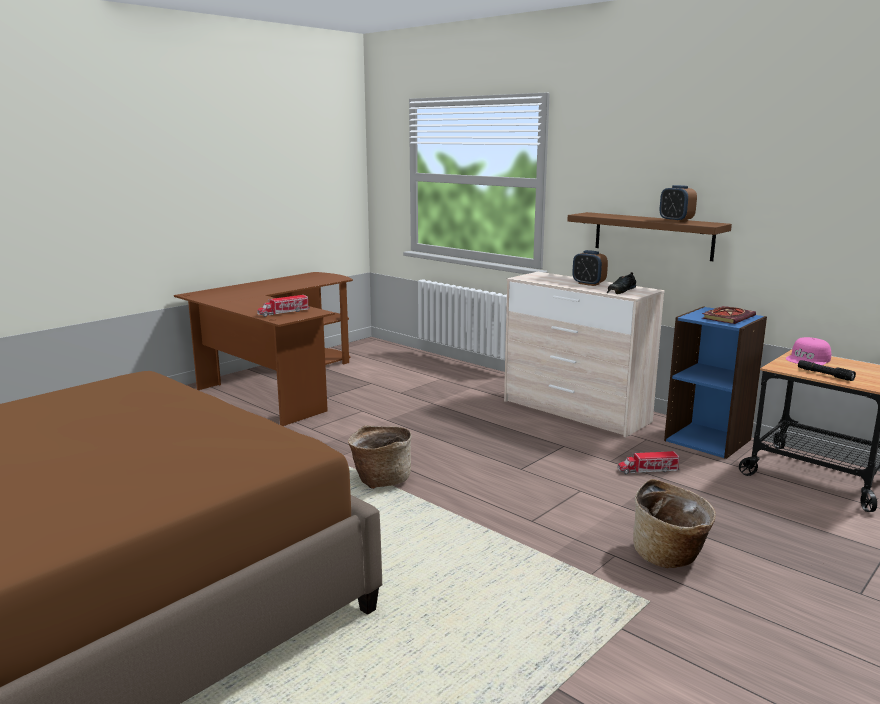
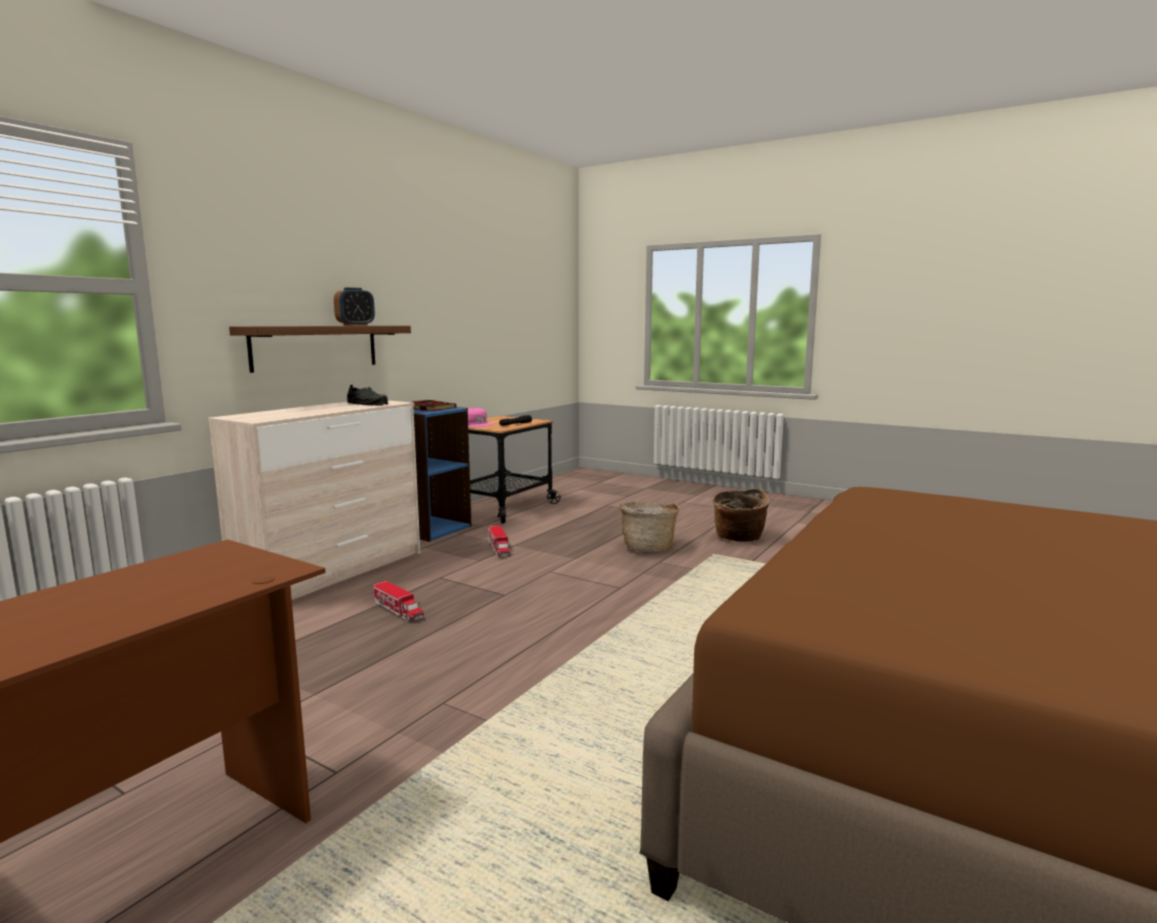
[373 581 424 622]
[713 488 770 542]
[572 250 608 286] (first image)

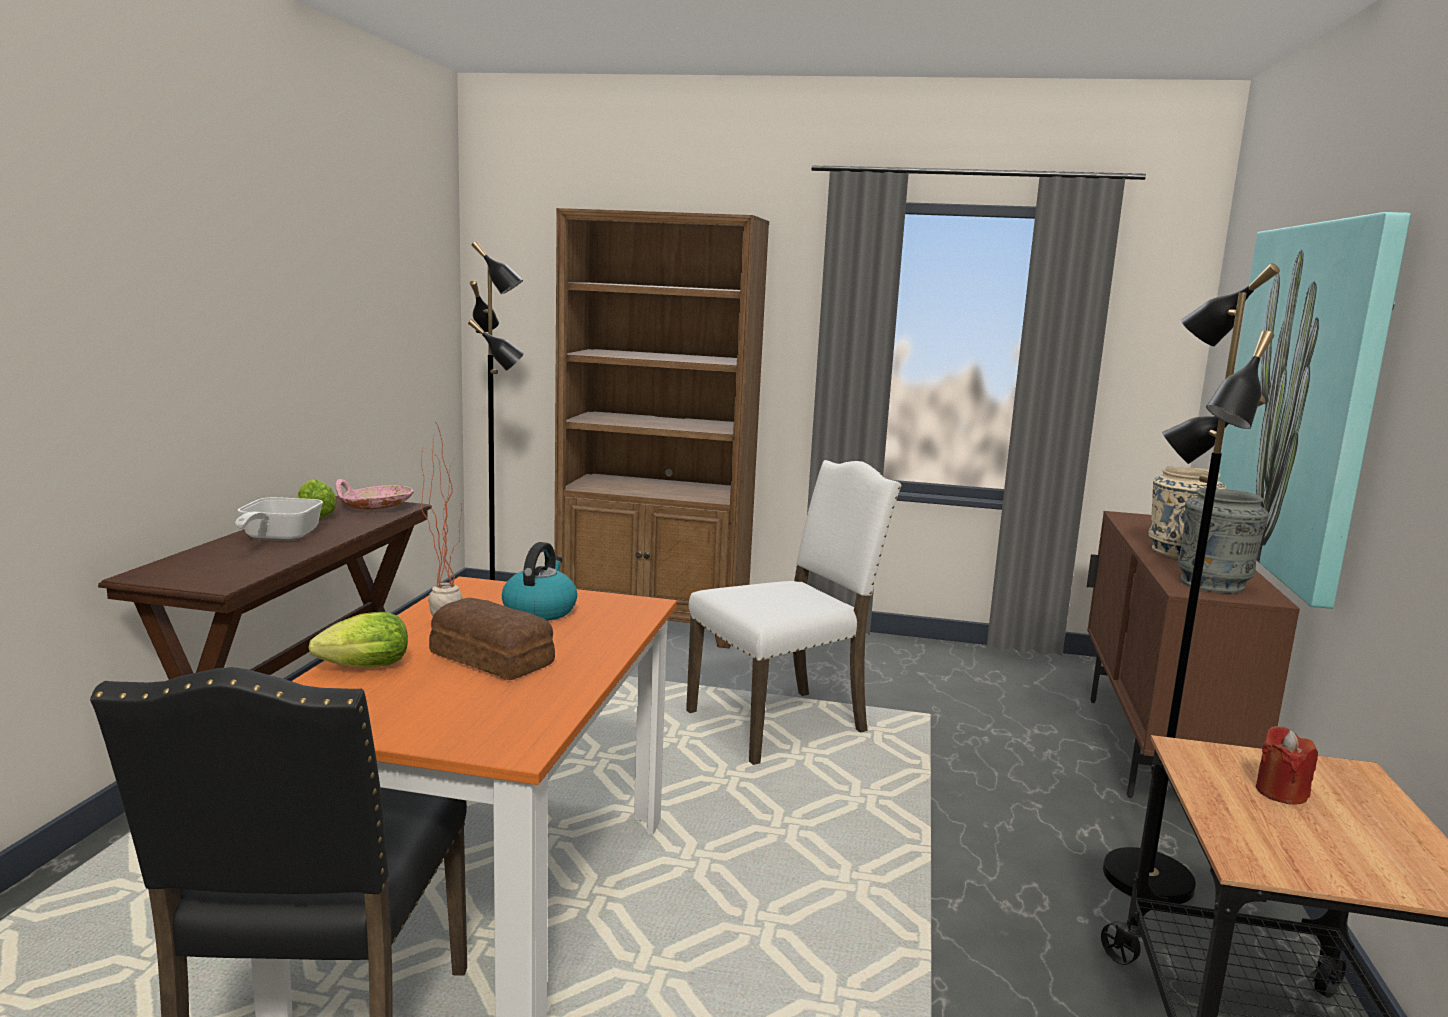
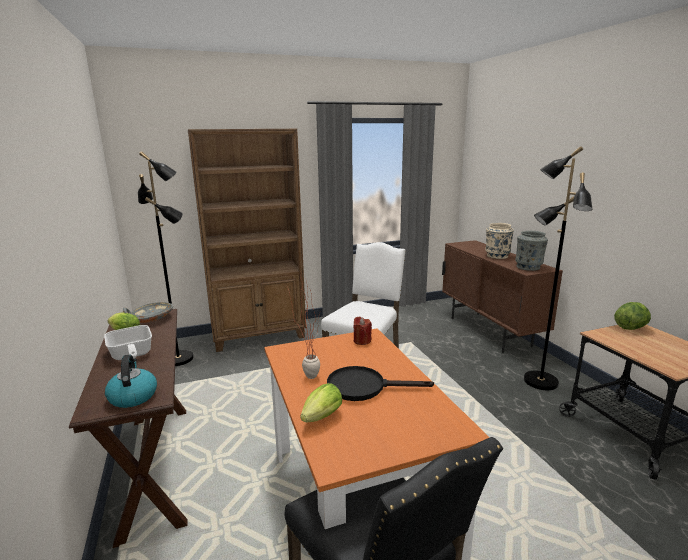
[123 302 173 323]
[327 366 434 401]
[105 354 157 408]
[1218 212 1411 609] (first image)
[353 317 372 345]
[614 302 651 330]

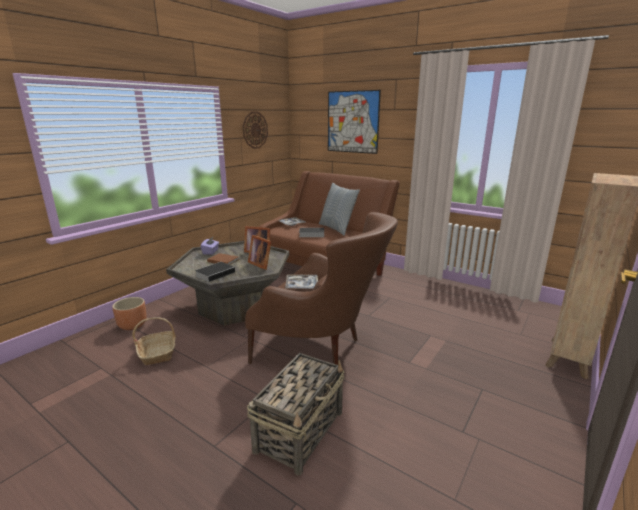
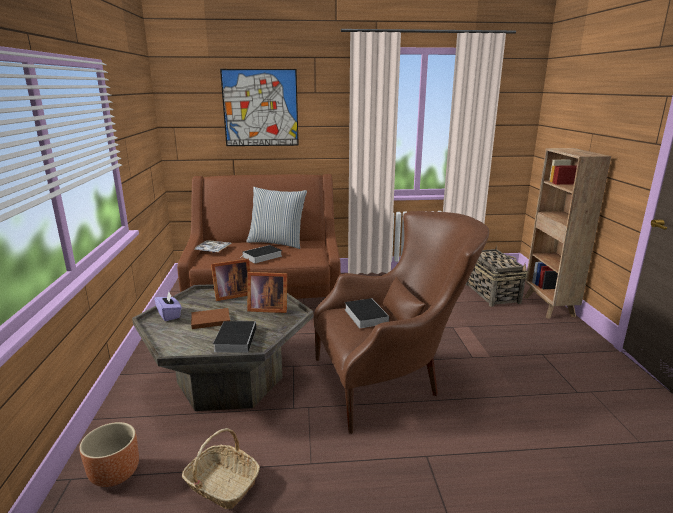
[243 112 268 149] (first image)
[466 245 529 307]
[345 298 389 328]

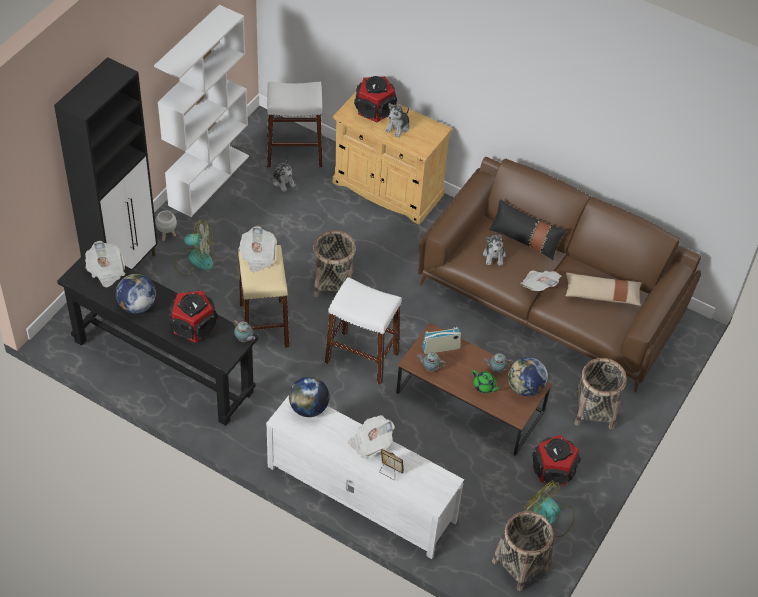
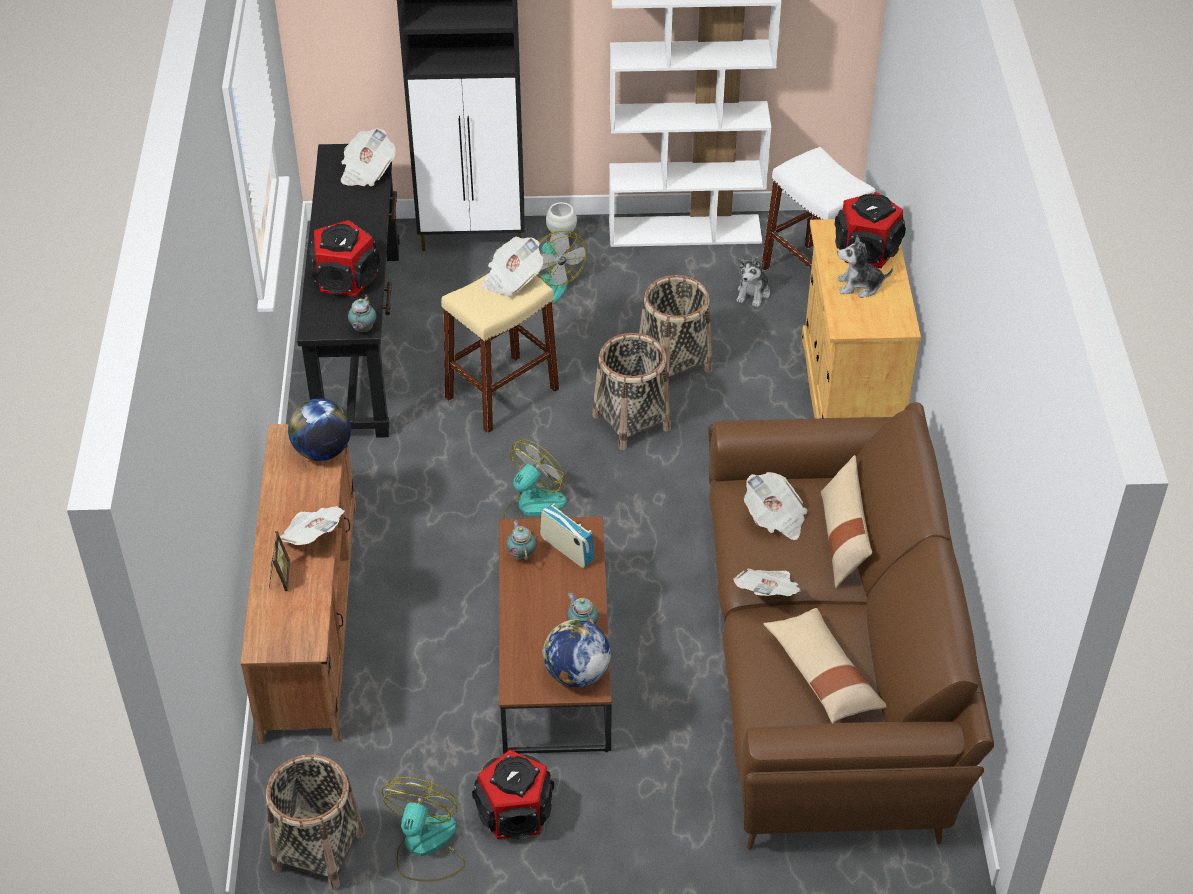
[116 274 156 314] (first image)
[241 424 356 744]
[503 439 567 519]
[472 370 501 393] (first image)
[744 472 808 540]
[821 455 872 588]
[639 275 712 386]

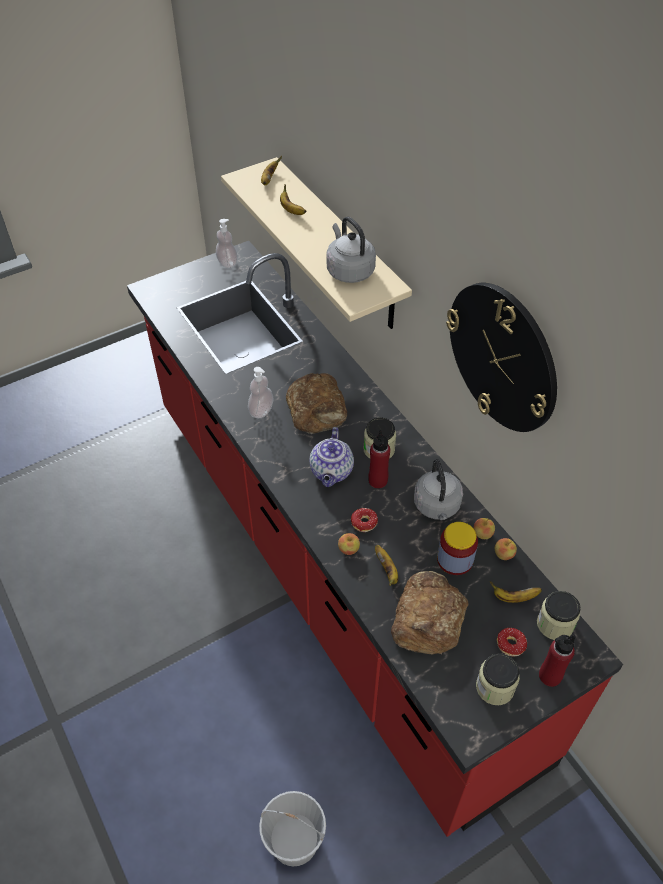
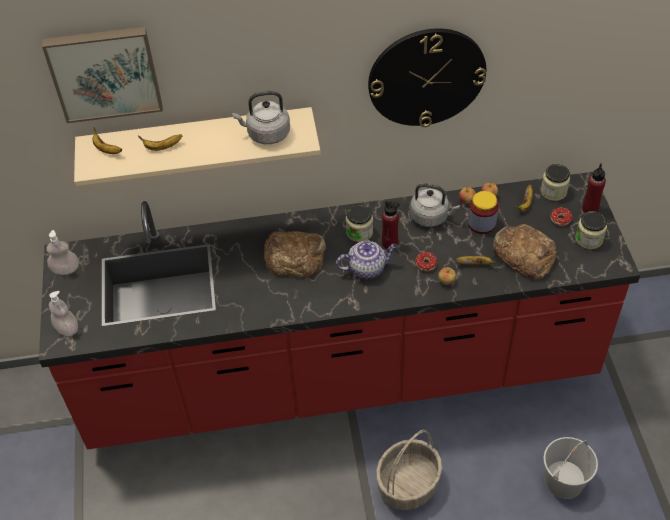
[49 291 78 336]
[336 240 397 279]
[42 27 163 123]
[376 429 442 510]

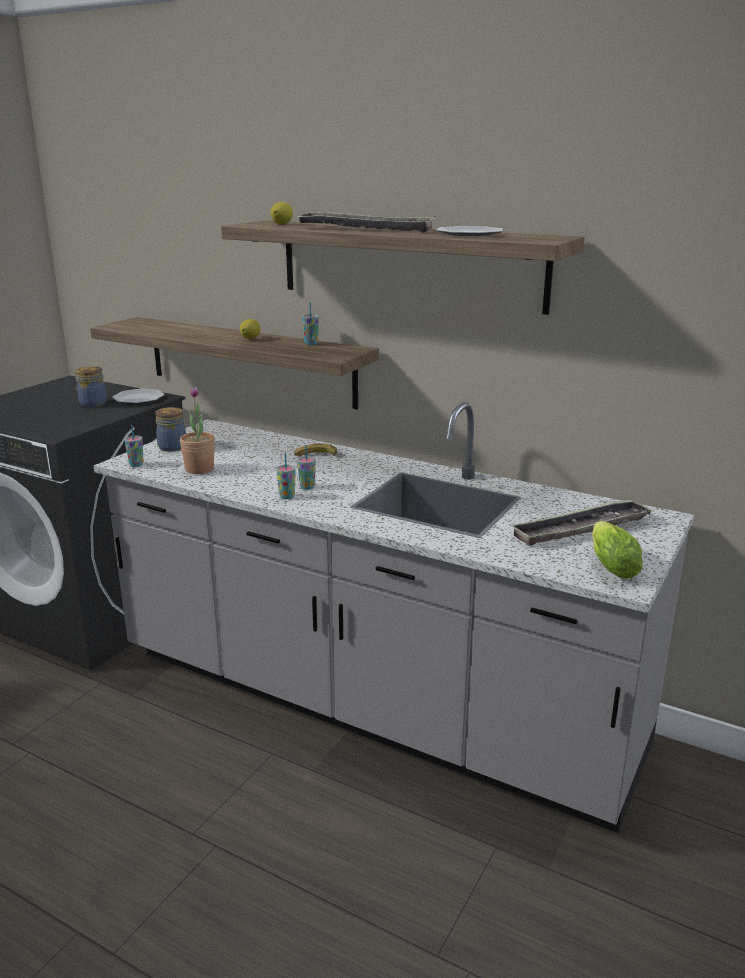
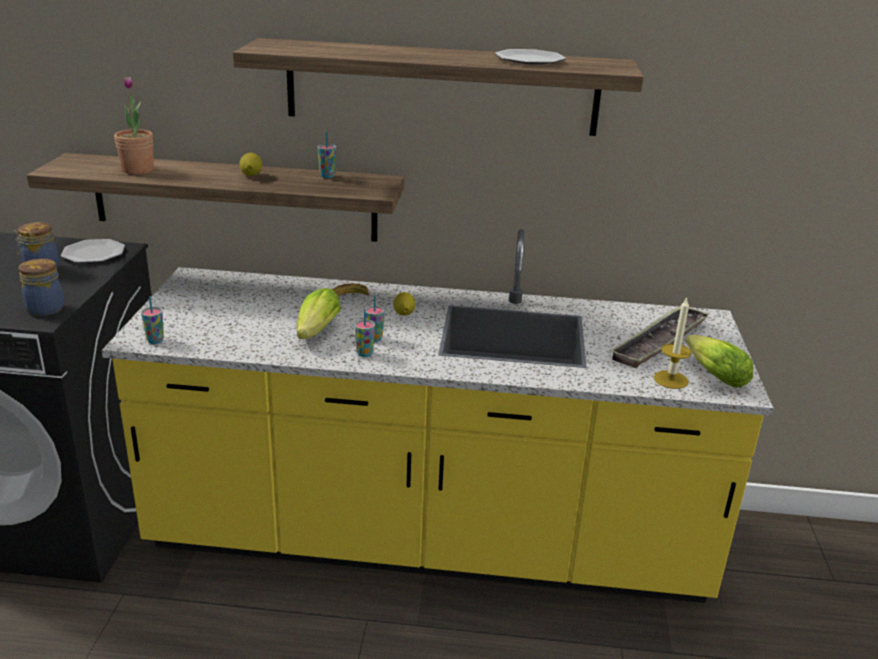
[102 229 773 603]
[18 259 64 316]
[114 77 154 174]
[393 292 415 316]
[297 212 436 232] (first image)
[296 288 341 339]
[654 298 692 389]

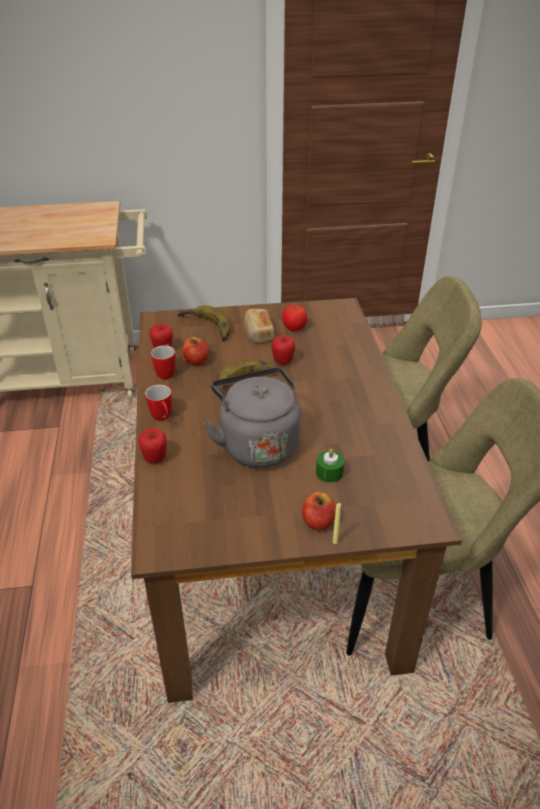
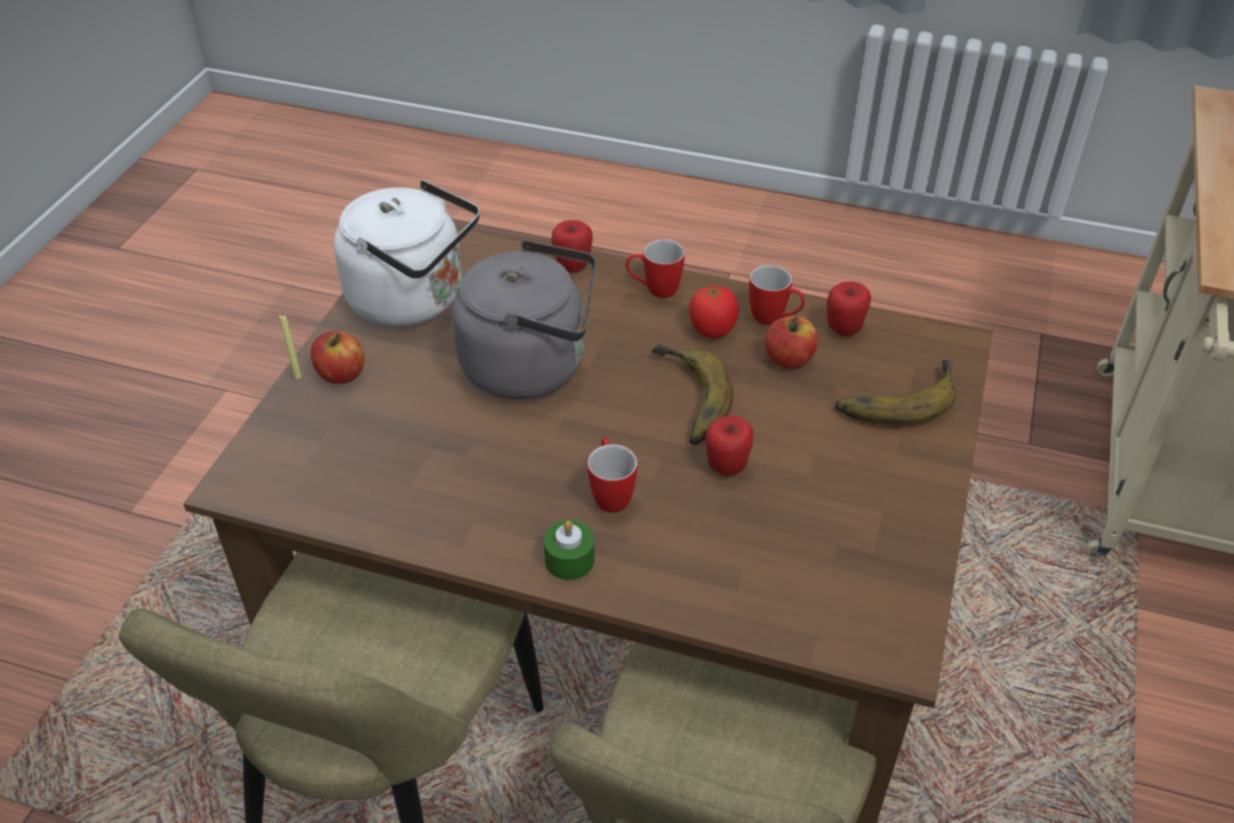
[244 309 274 344] (first image)
[689 285 739 338]
[544 520 595 580]
[334 180 480 326]
[587 437 638 513]

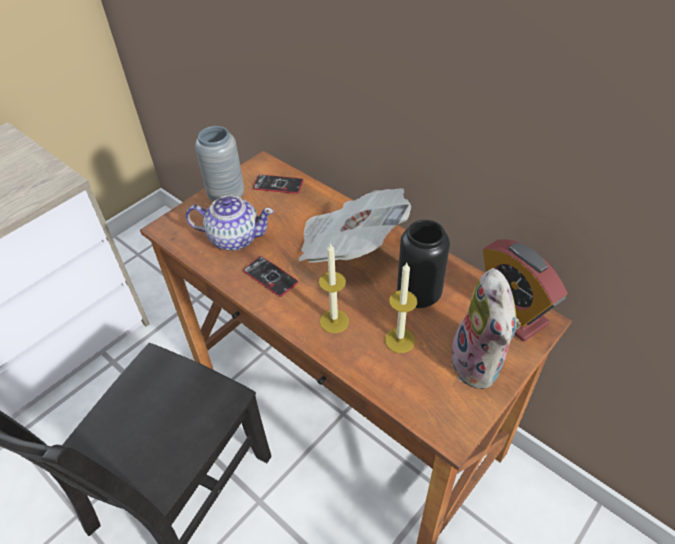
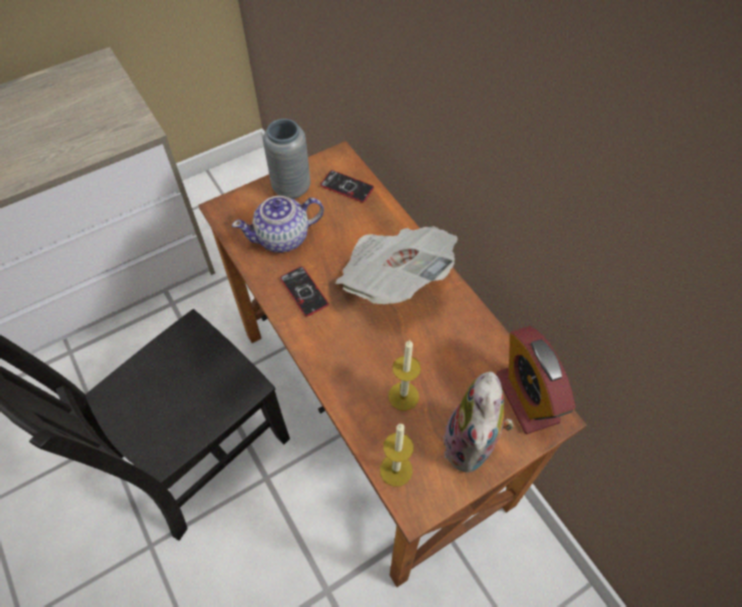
[232 196 324 253]
[380 424 414 486]
[397 220 450 308] (first image)

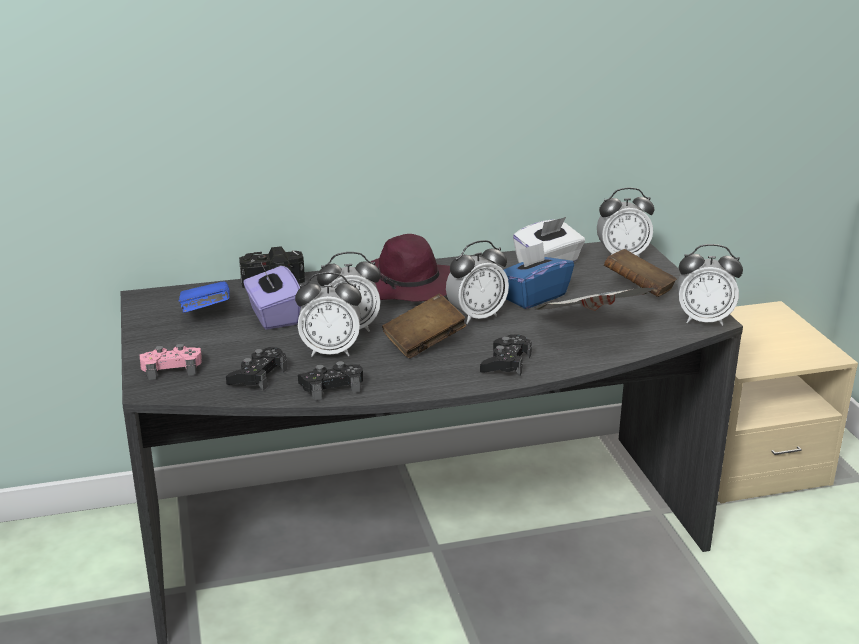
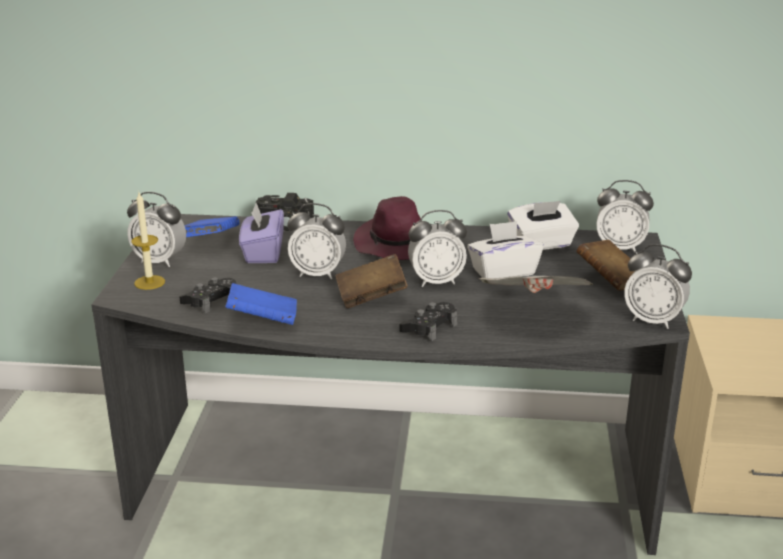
[131 192 165 290]
[127 192 186 267]
[225 283 297 325]
[467 221 544 278]

